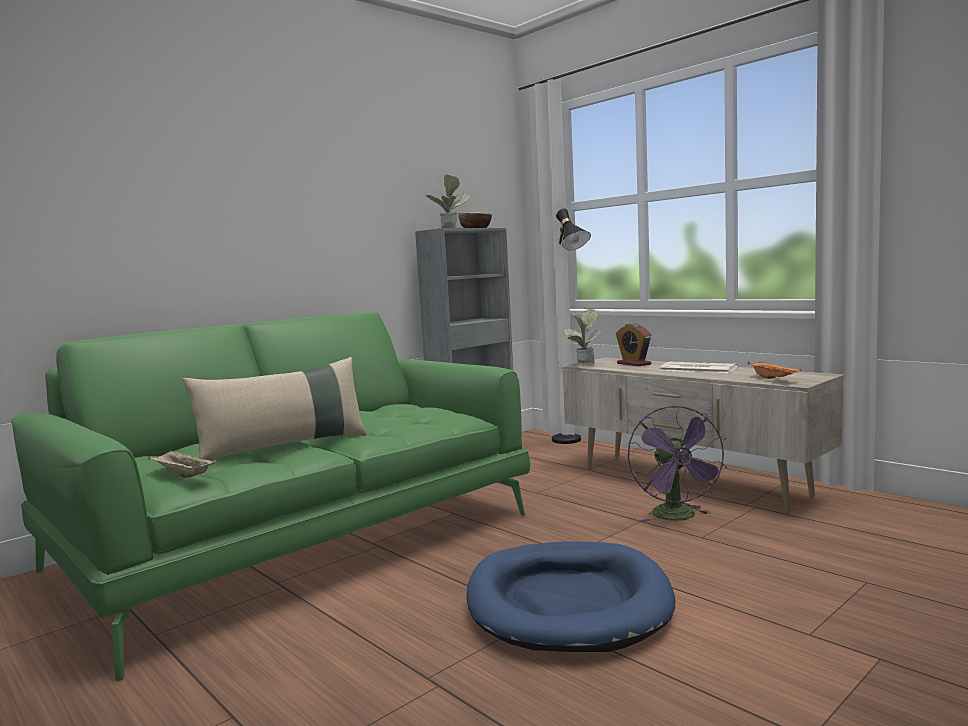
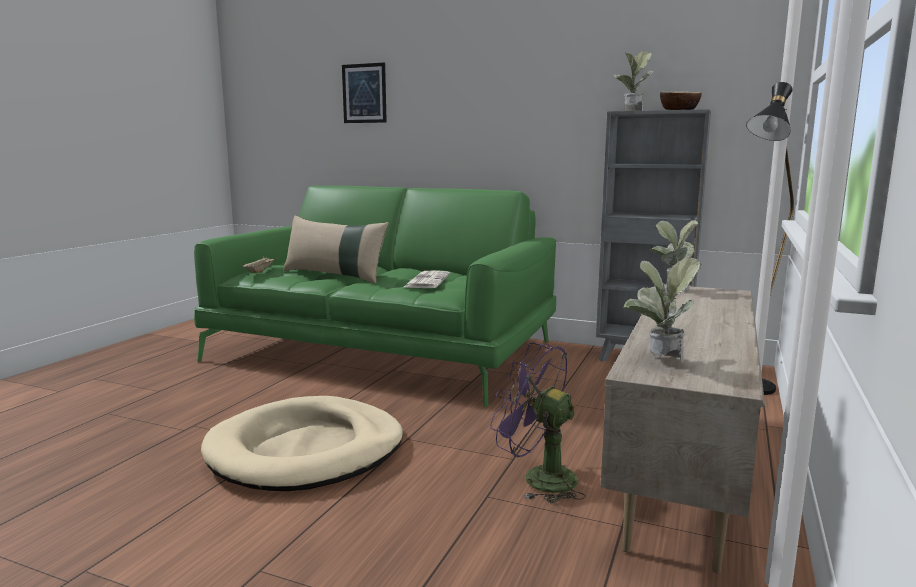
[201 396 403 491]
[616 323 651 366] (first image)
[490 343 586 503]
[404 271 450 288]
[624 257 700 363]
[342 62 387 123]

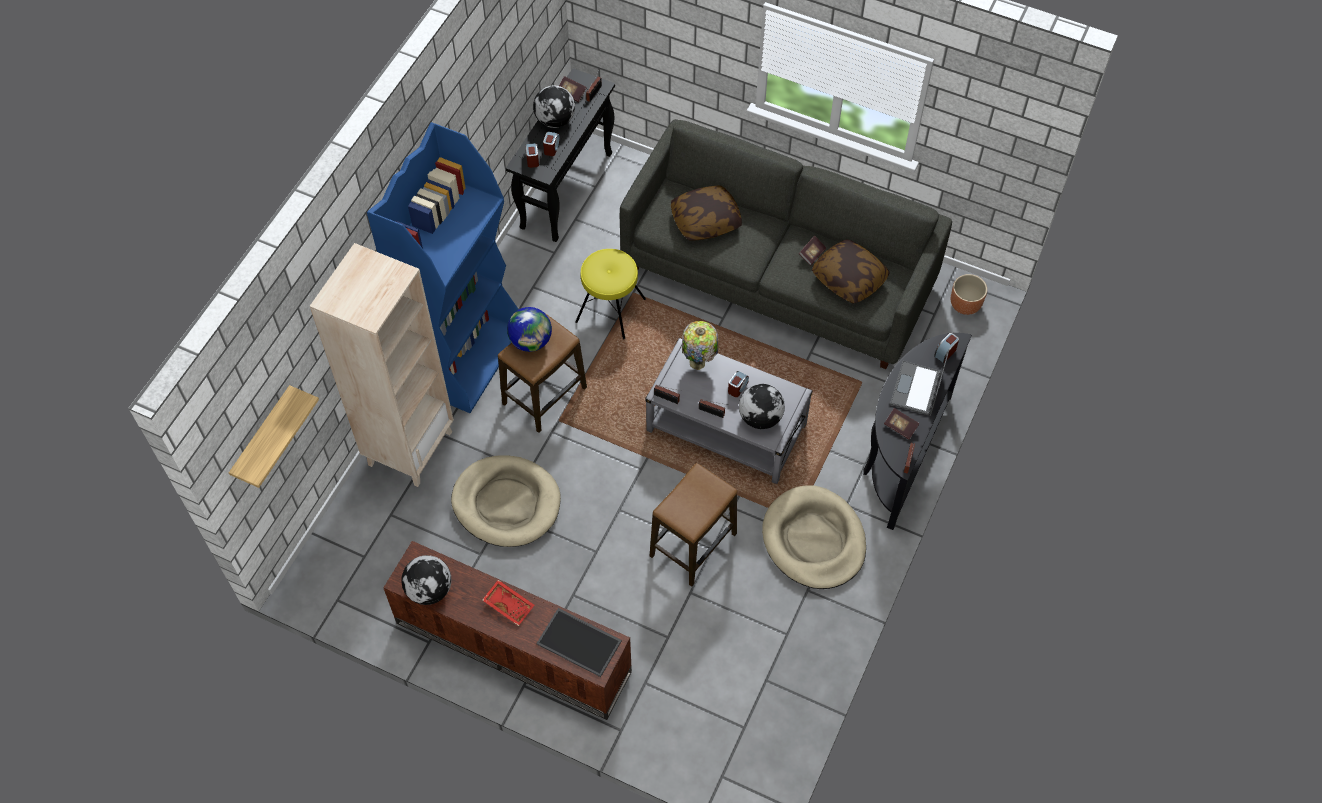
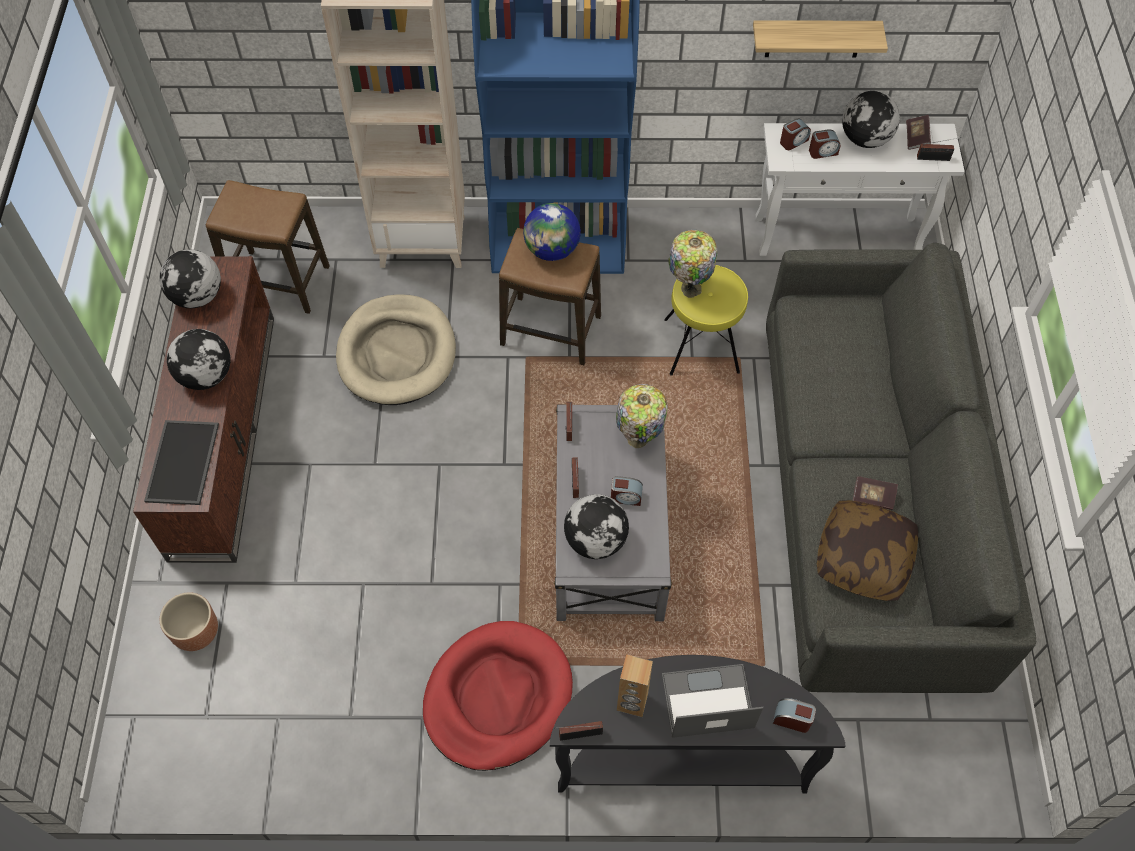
[753 20 888 58]
[167 329 231 390]
[756 123 965 256]
[206 180 330 314]
[671 186 742 241] (first image)
[423 621 573 771]
[617 654 653 717]
[160 592 218 651]
[668 230 718 298]

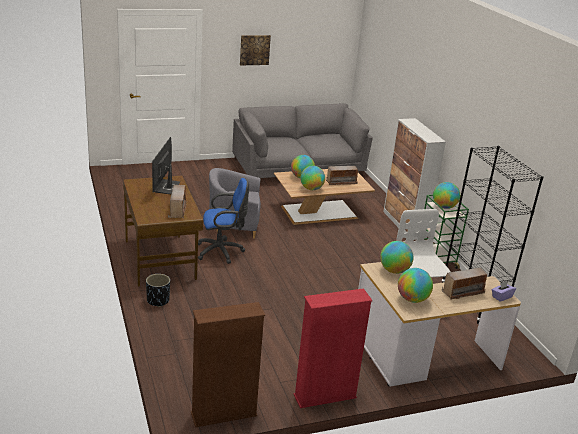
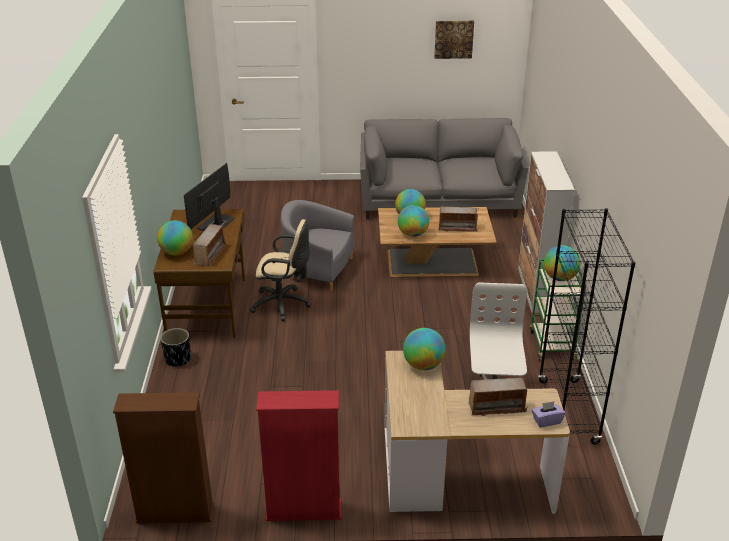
[250 219 311 321]
[434 21 474 59]
[157 220 193 256]

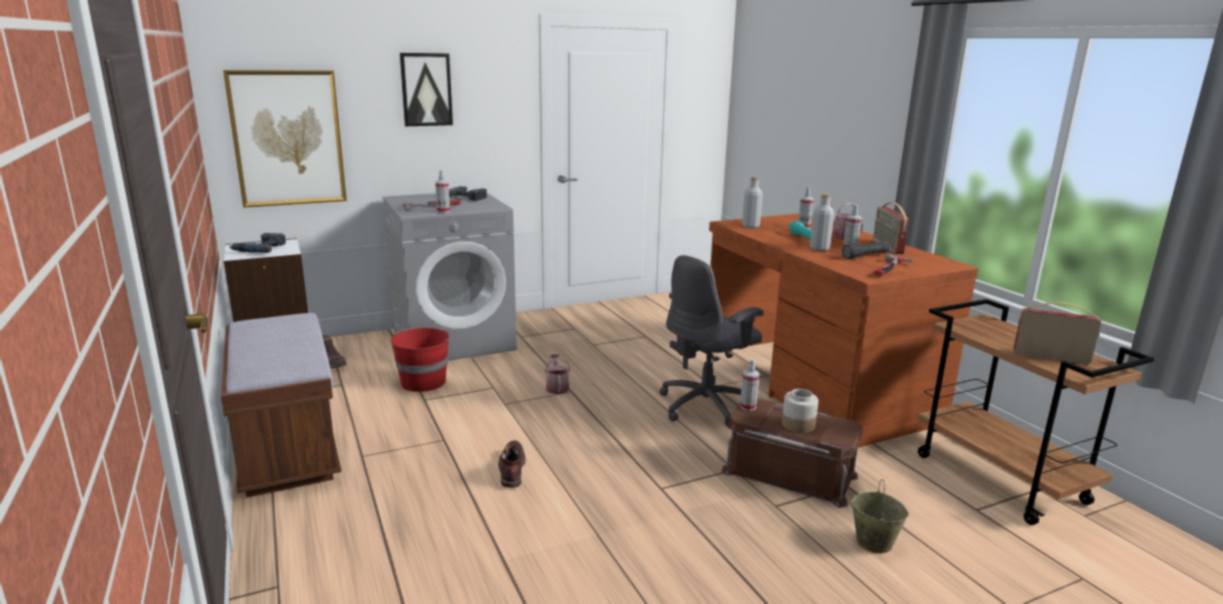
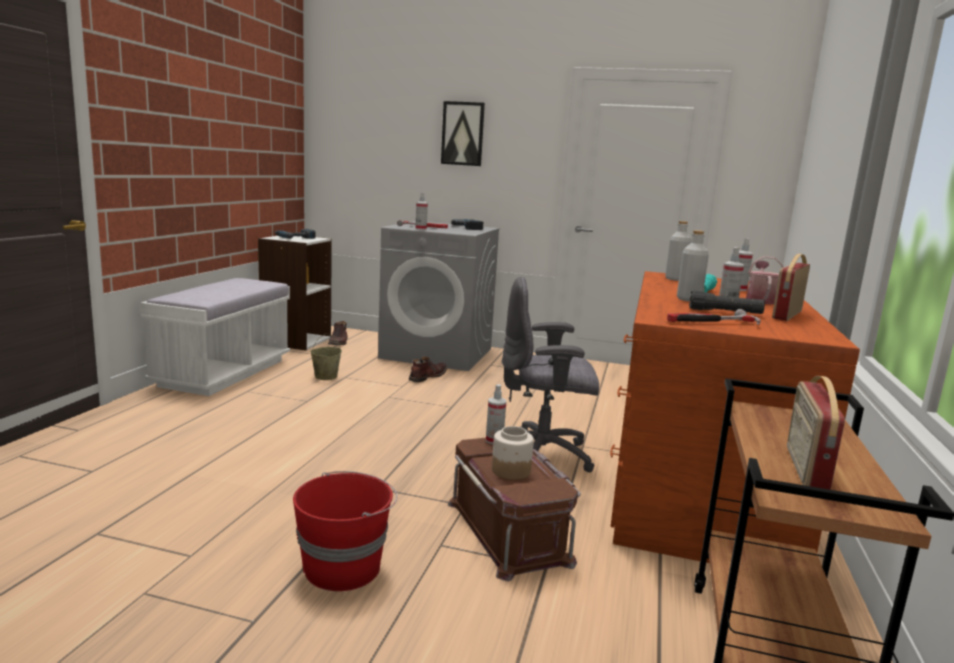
[140 278 290 396]
[223 70 347 208] (first image)
[293 471 397 591]
[409 356 447 382]
[545 354 570 394] (first image)
[310 333 342 380]
[787 376 845 490]

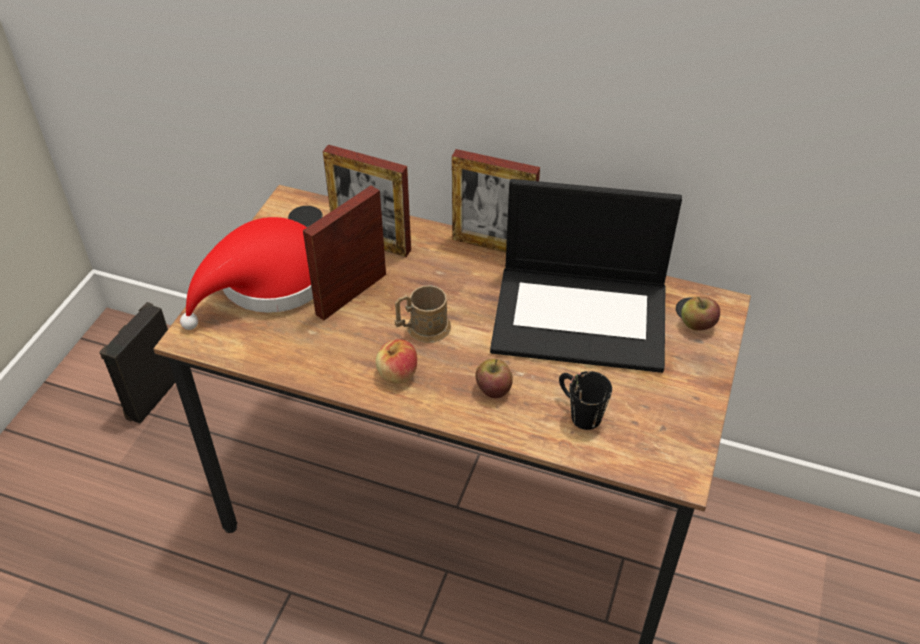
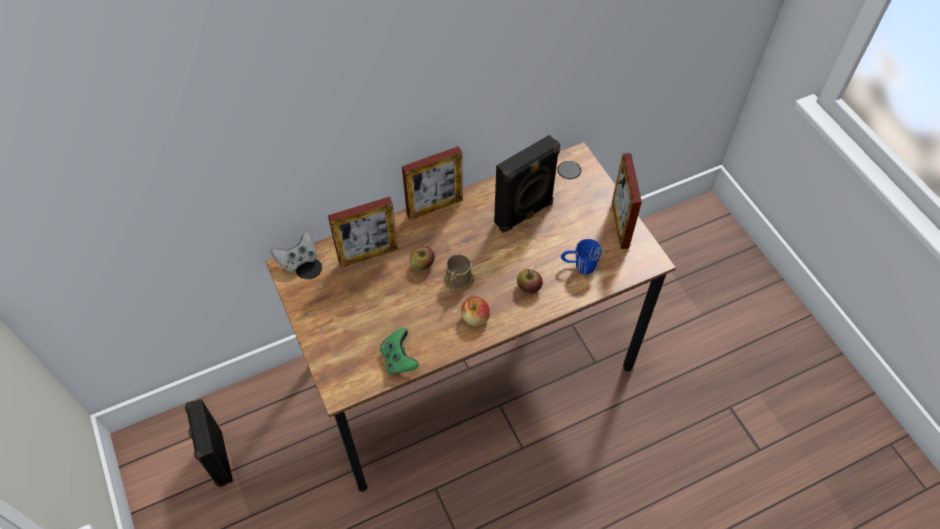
[180 217 313 330] (first image)
[612 153 642 249]
[494 135 561 233]
[561 239 602 274]
[410 246 435 270]
[271 232 317 272]
[380 329 419 374]

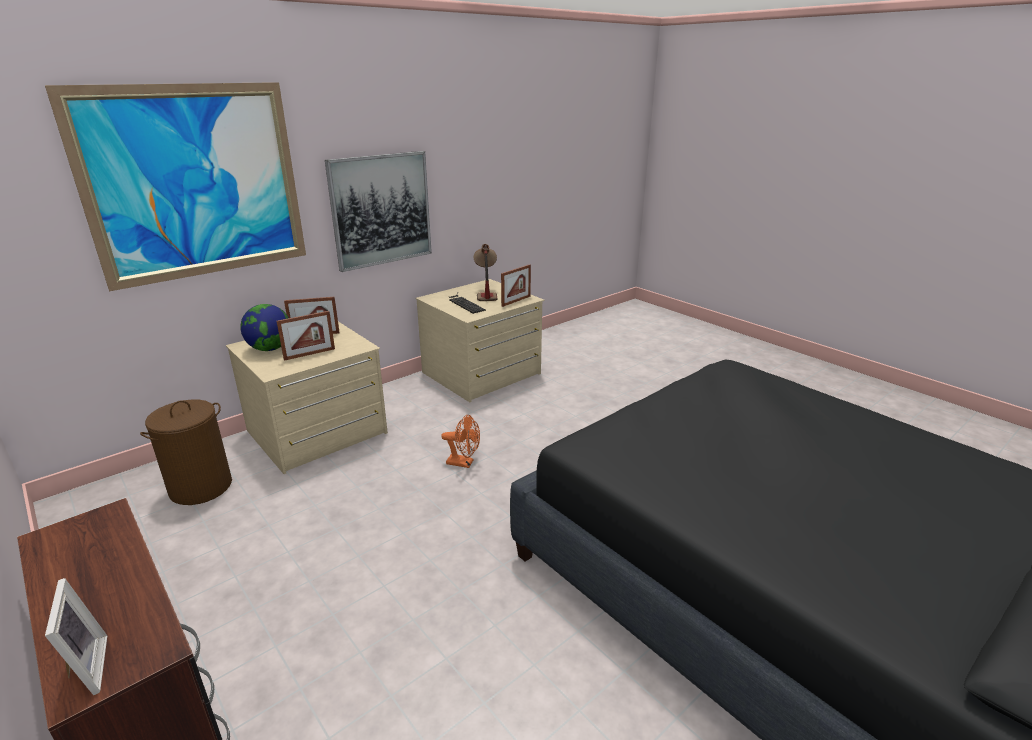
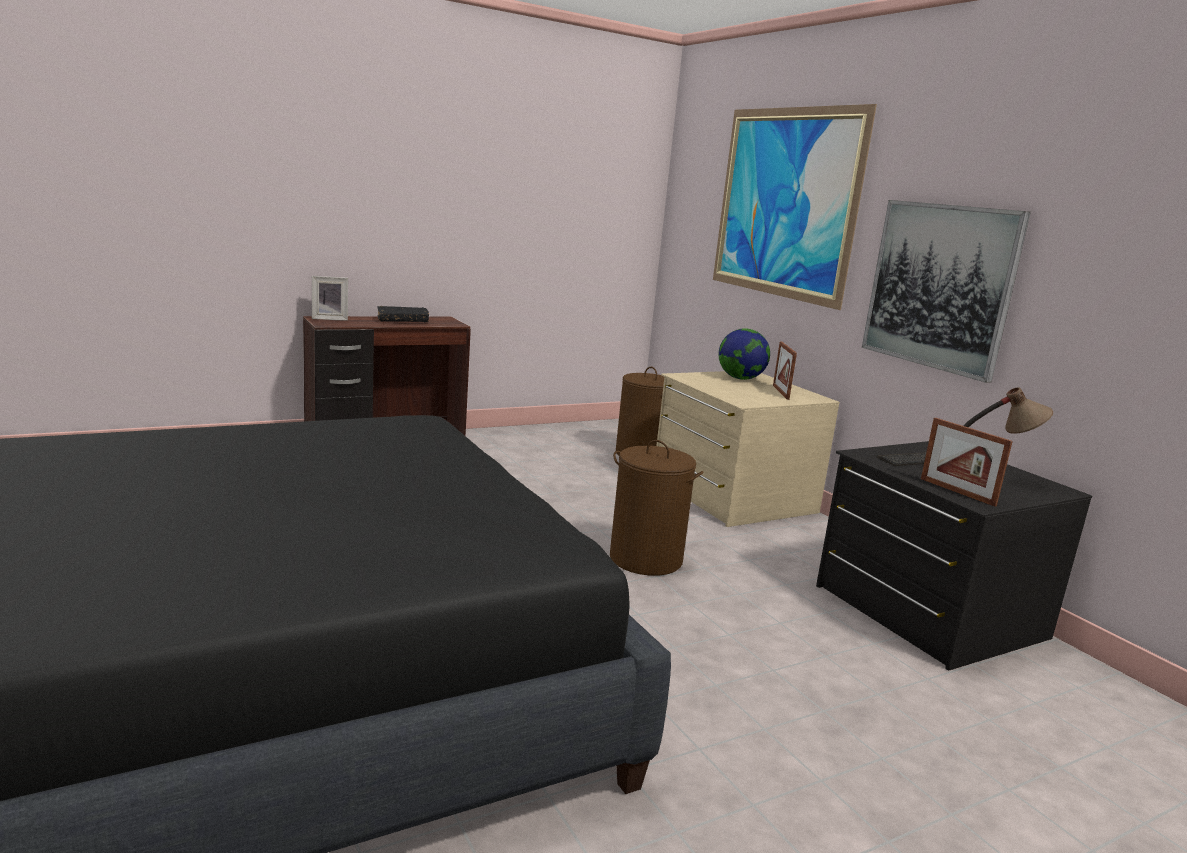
[277 311 335 361] (first image)
[816 441 1092 671]
[610 440 704 576]
[377 306 429 322]

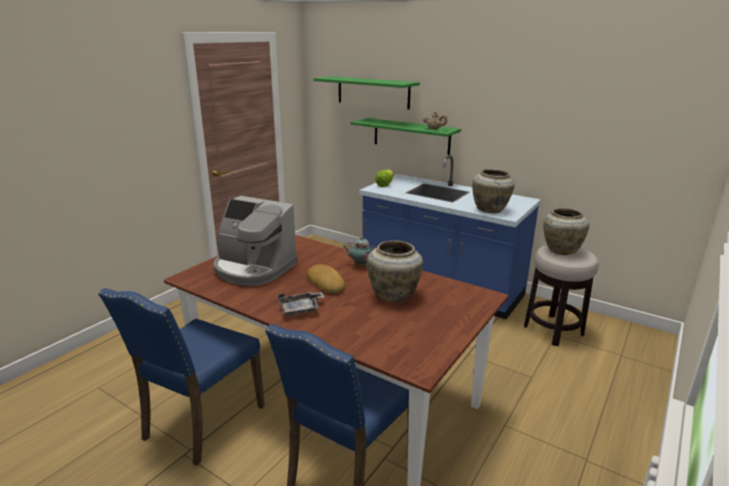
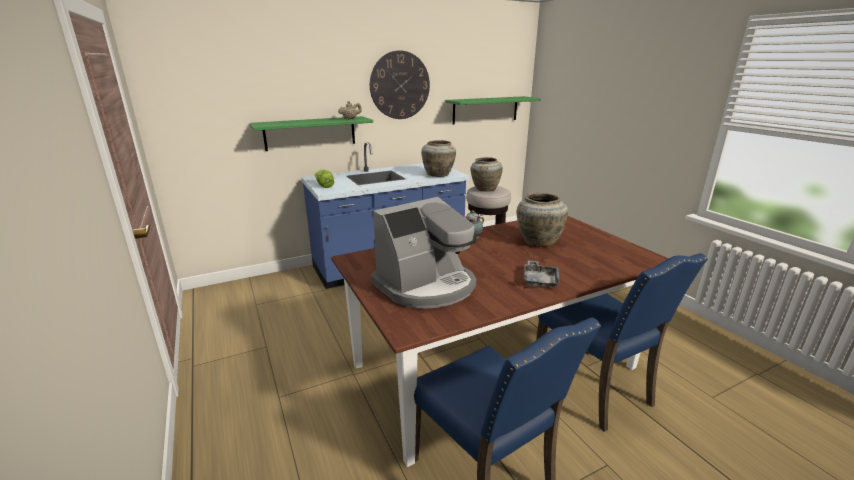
[307 264 345 293] (first image)
[445 96 541 124]
[370 51 430 119]

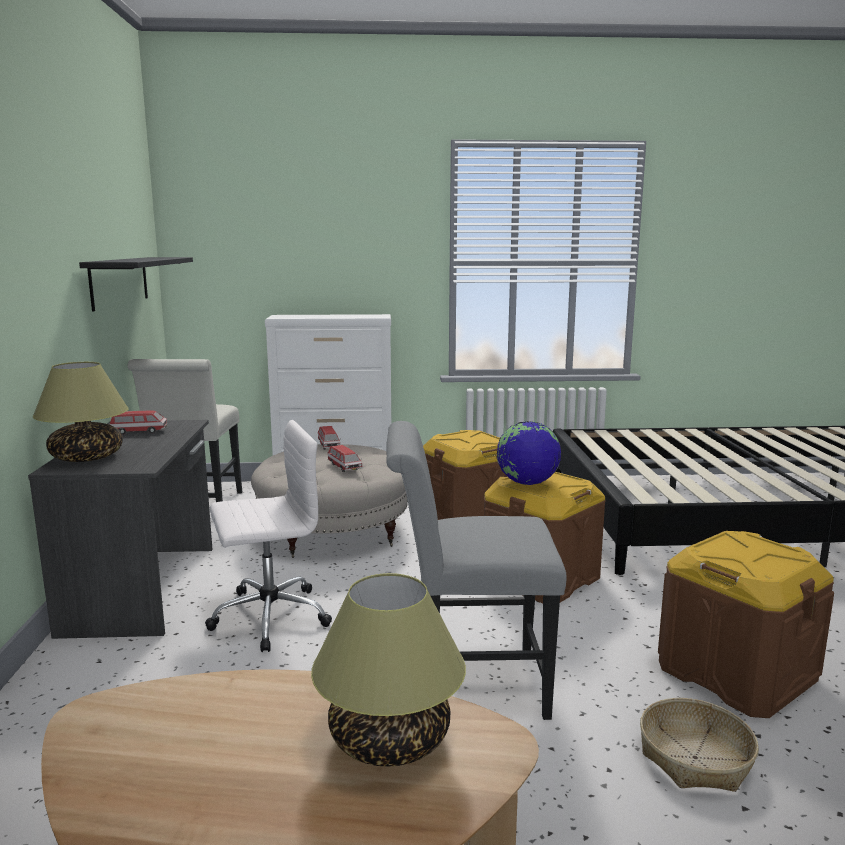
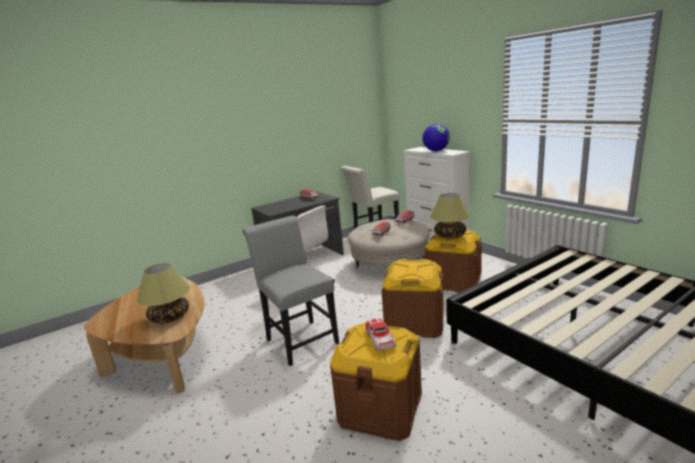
[430 193 470 238]
[79 257 193 312] (first image)
[423 124 450 151]
[640 698 759 792] (first image)
[365 319 396 351]

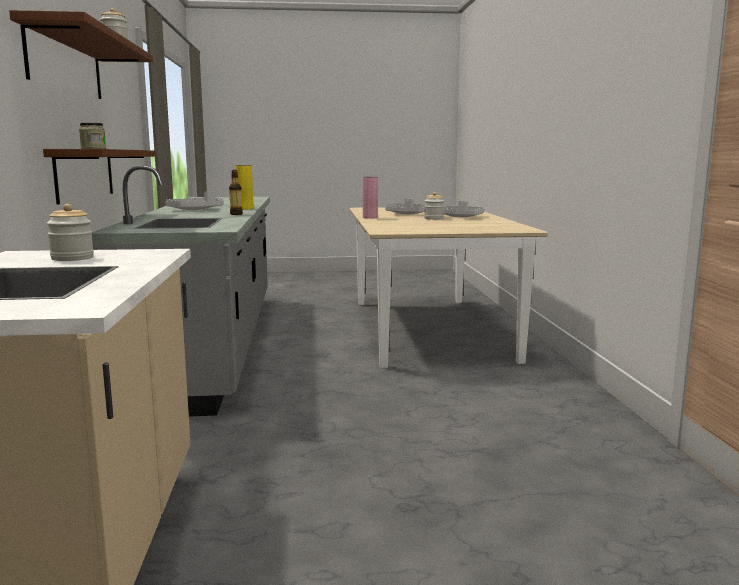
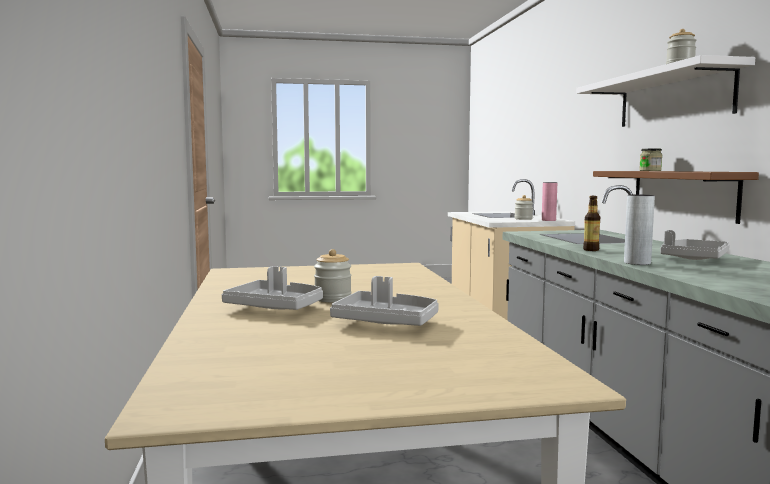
[576 55 755 127]
[624 194 655 265]
[542 182 557 221]

